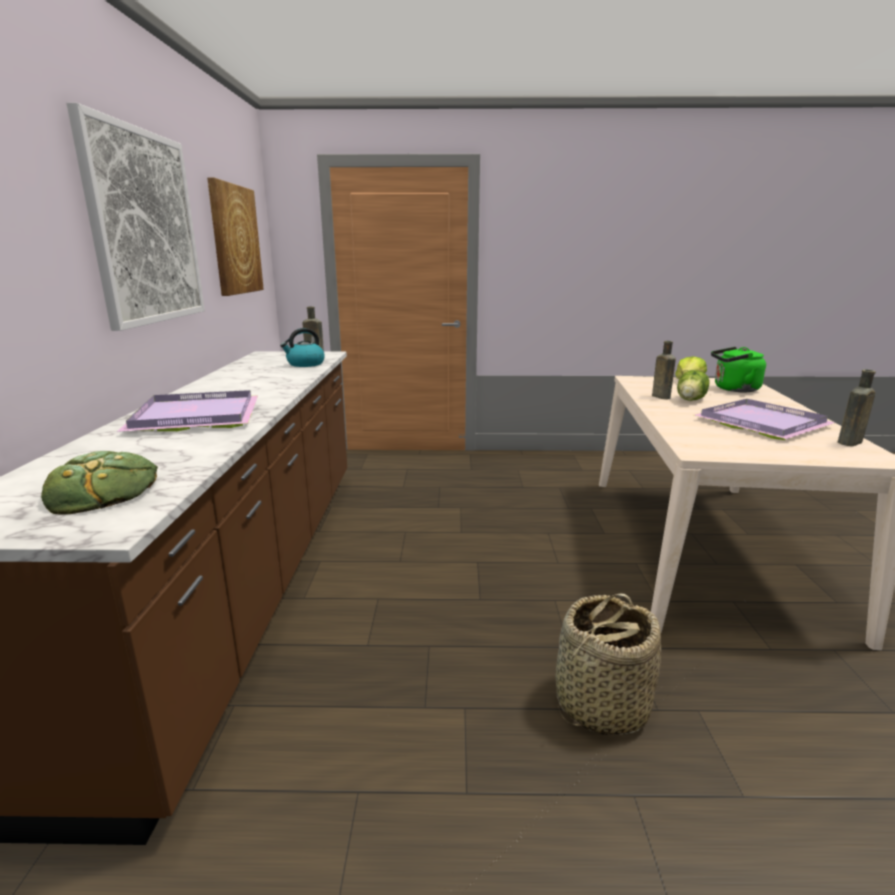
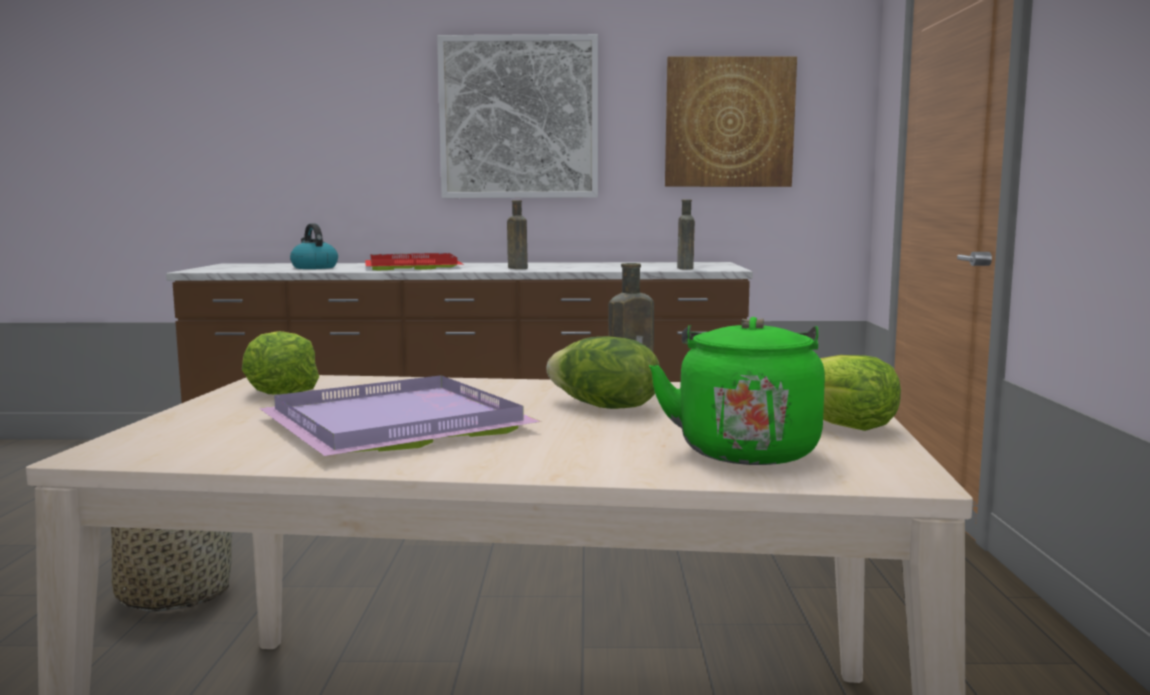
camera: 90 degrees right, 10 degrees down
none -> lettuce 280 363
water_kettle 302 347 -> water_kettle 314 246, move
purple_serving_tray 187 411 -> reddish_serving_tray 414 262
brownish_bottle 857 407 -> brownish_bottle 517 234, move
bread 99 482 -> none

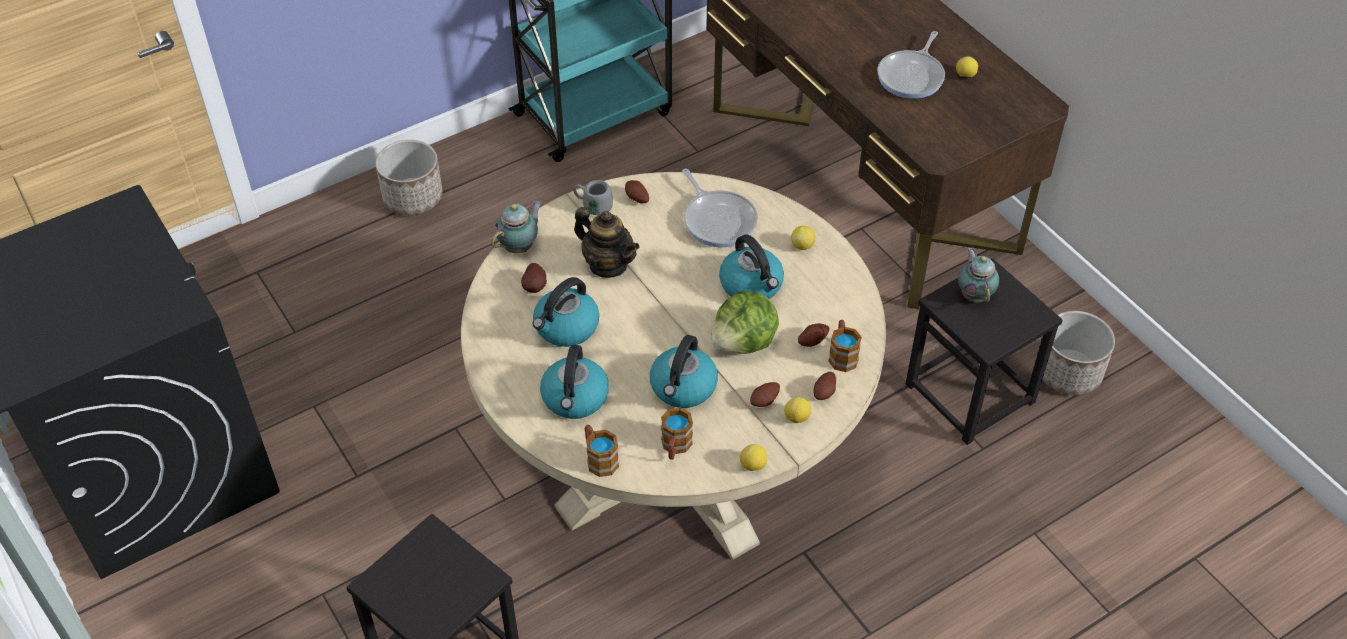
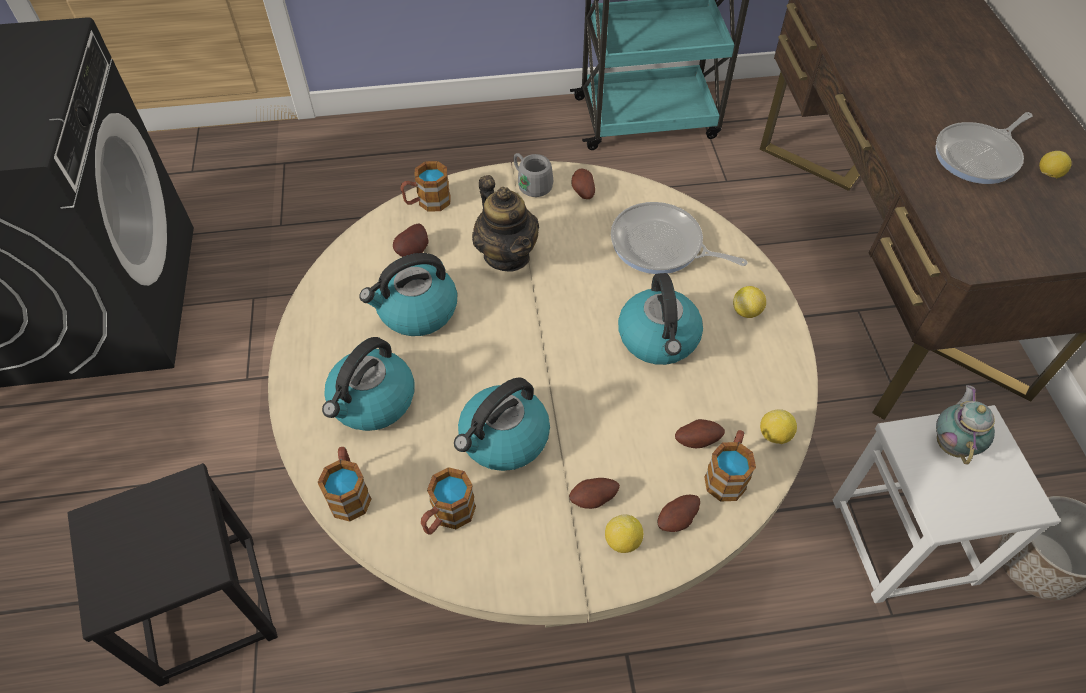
camera: 25 degrees right, 5 degrees up
teapot 517 227 -> mug 425 186
skillet 720 207 -> skillet 679 238, 120 degrees clockwise
citrus_fruit 753 457 -> citrus_fruit 778 426, move
black_sitting_stool 984 351 -> white-coloured_sitting_stool 947 504
flower_pot 409 177 -> none
lettuce 745 322 -> none

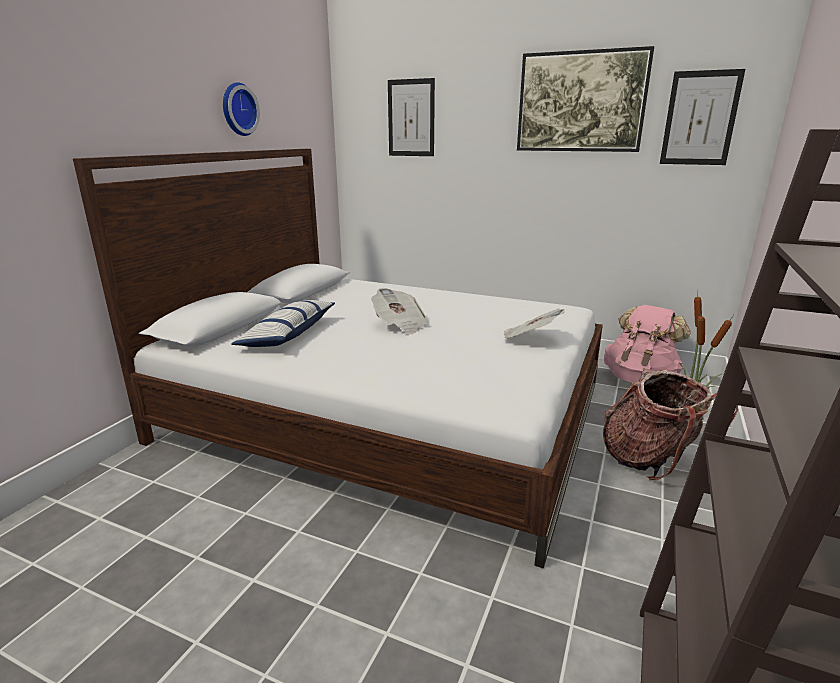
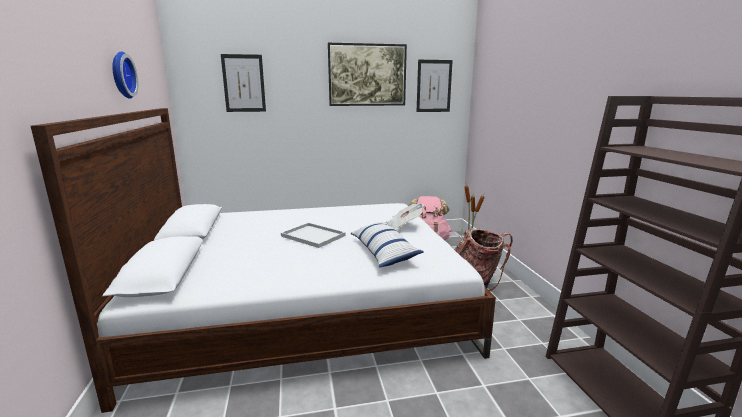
camera: 35 degrees left, 5 degrees down
daily_paper 399 311 -> white-coloured_serving_tray 313 235
throw_pillow 283 323 -> throw_pillow 387 244, move

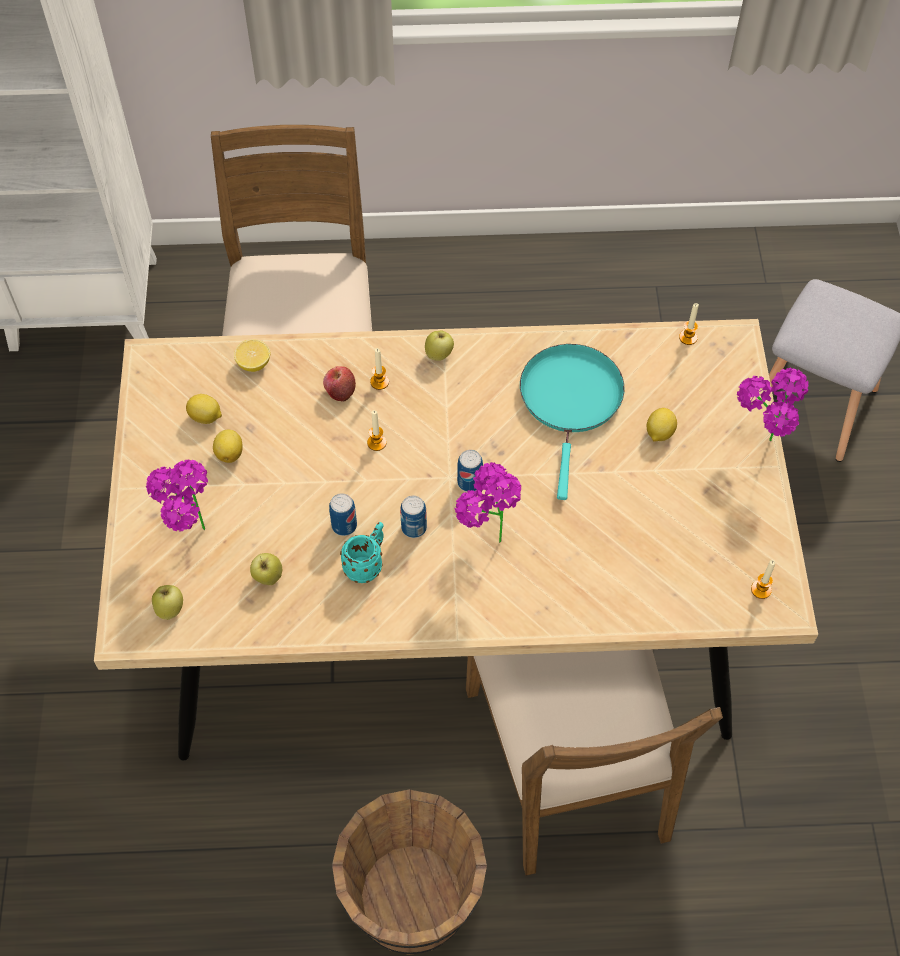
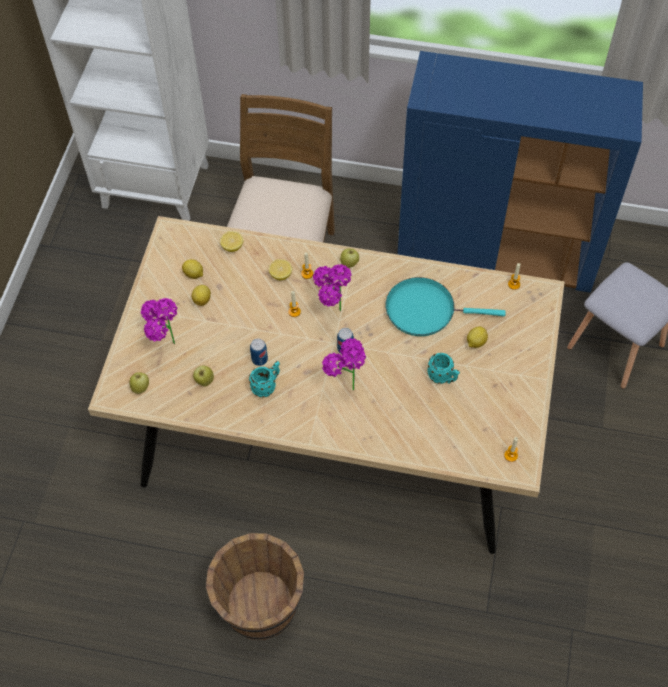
camera: 15 degrees right, 0 degrees up
apple_fruit 339 383 -> citrus_fruit 280 269
potted_plant 773 404 -> potted_plant 332 287, move
turquoise-coloured_skillet 572 422 -> turquoise-coloured_skillet 446 306, 105 degrees counterclockwise
none -> bluish_cabinet 520 172
none -> turquoise-coloured_mug 443 368
can 413 516 -> none
brownish_plain_chair 594 762 -> none

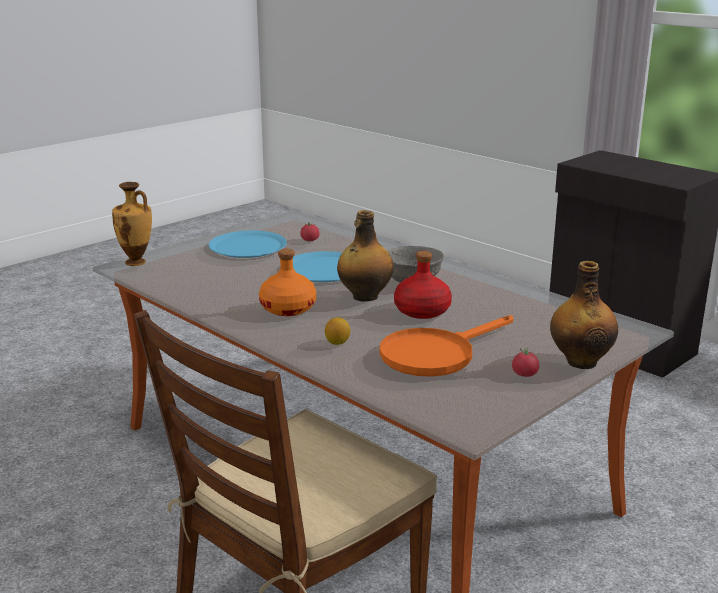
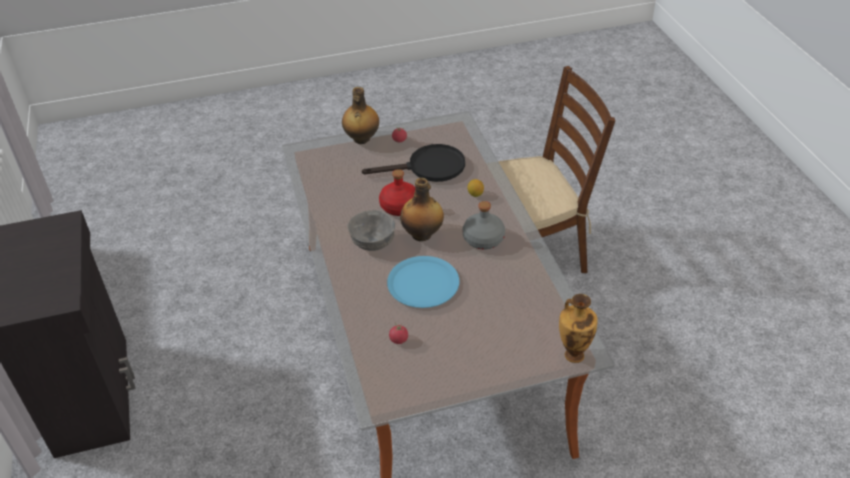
camera: 150 degrees left, 20 degrees up
orange-coloured_skillet 446 346 -> black_skillet 413 163
orange-coloured_bottle 287 282 -> gray_bottle 483 225
bluish_dinner_plate 248 244 -> none

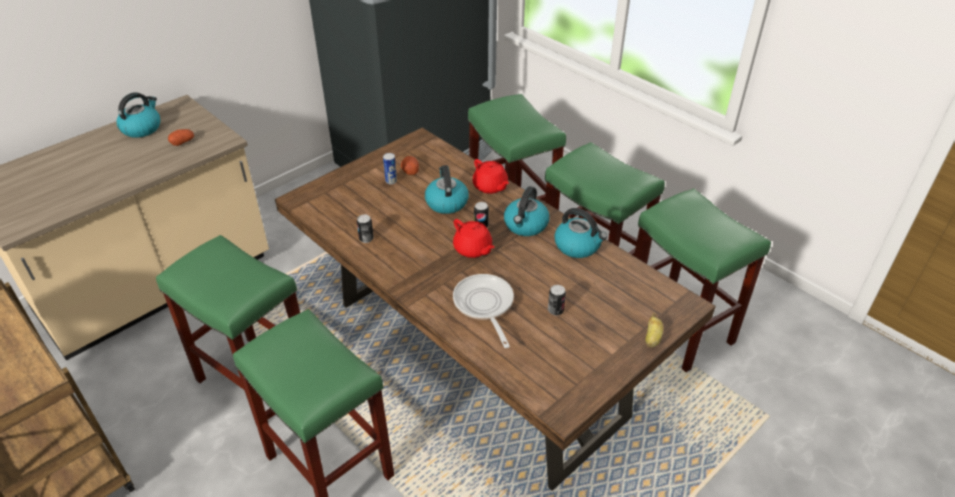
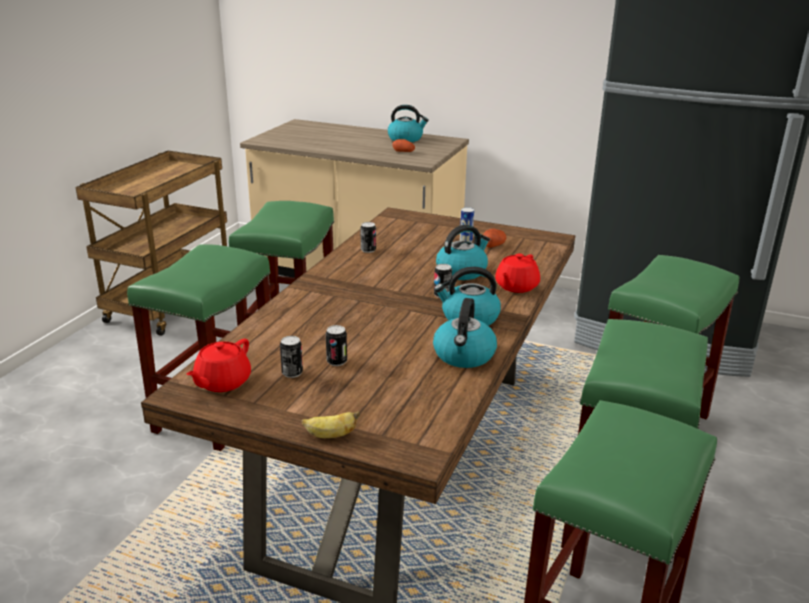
camera: 65 degrees right, 15 degrees down
reddish_teapot 474 238 -> reddish_teapot 218 365, move
none -> can 291 357
skillet 483 311 -> none

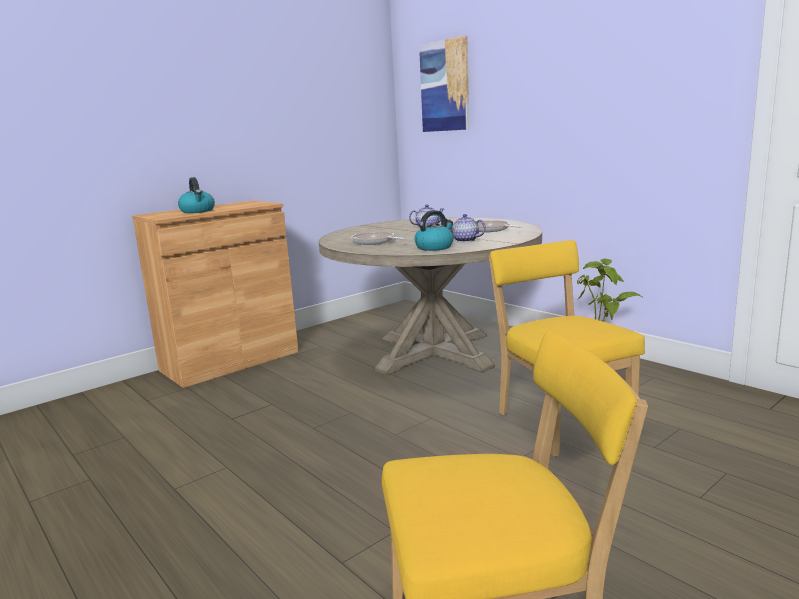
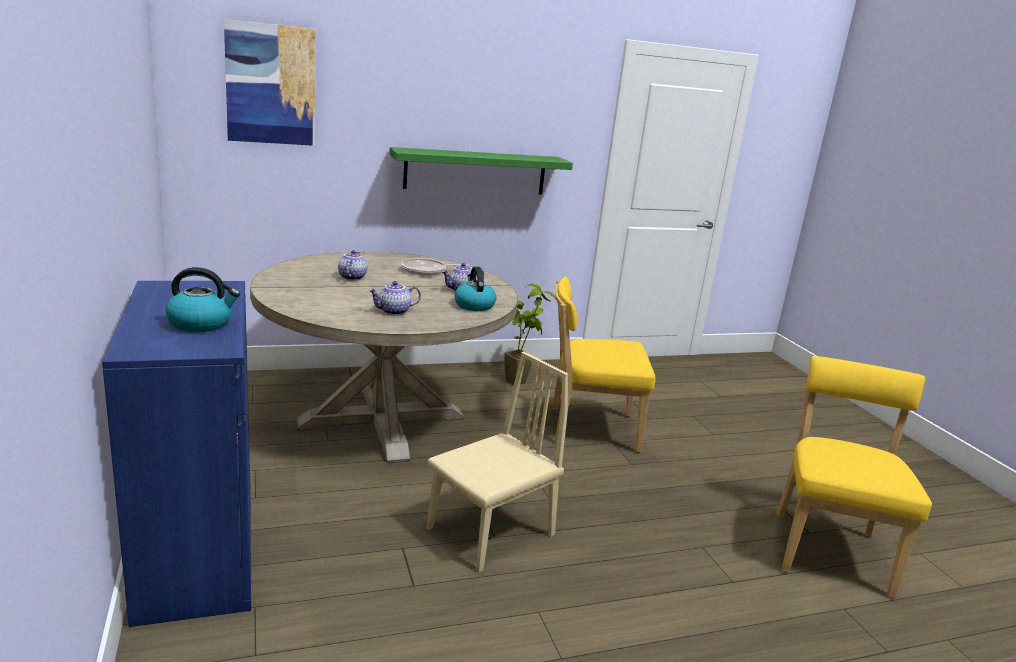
camera: 70 degrees left, 5 degrees up
brownish_cabinet 215 294 -> bluish_cabinet 176 454
skillet 378 238 -> teapot 394 298
none -> green-coloured_wall_shelf 481 171
none -> sand-coloured_plain_chair 497 462

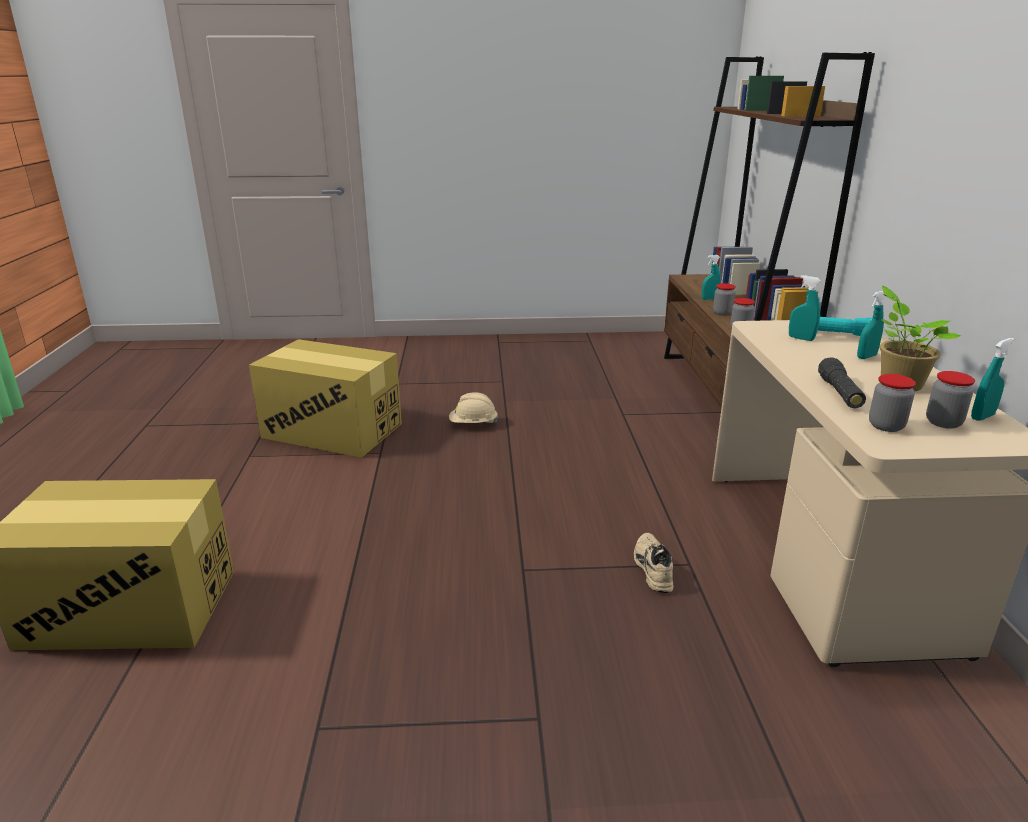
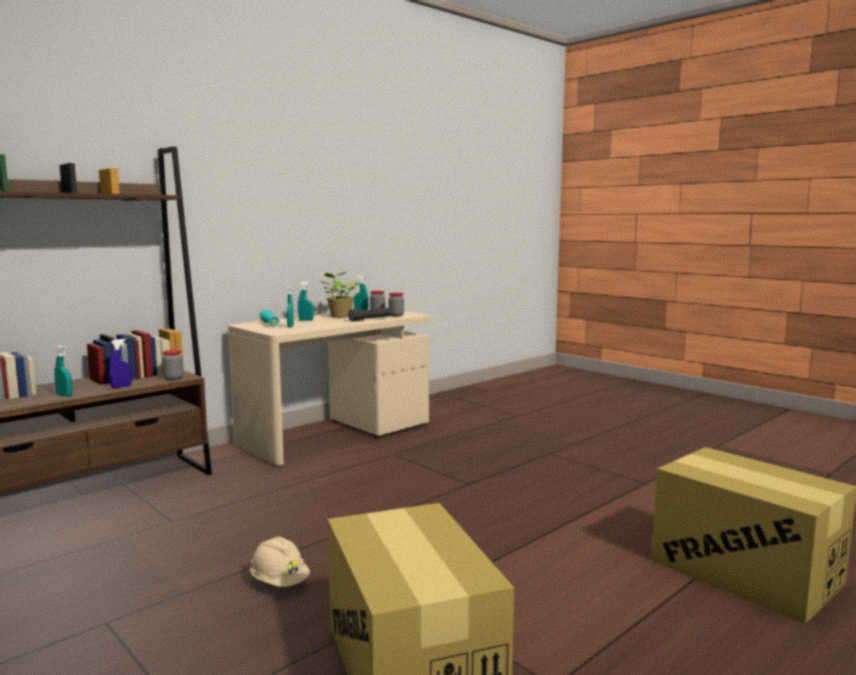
camera: 130 degrees left, 15 degrees down
storage_jar 724 299 -> bluish_spray_bottle 120 364
sand-coloured_shoe 653 563 -> none

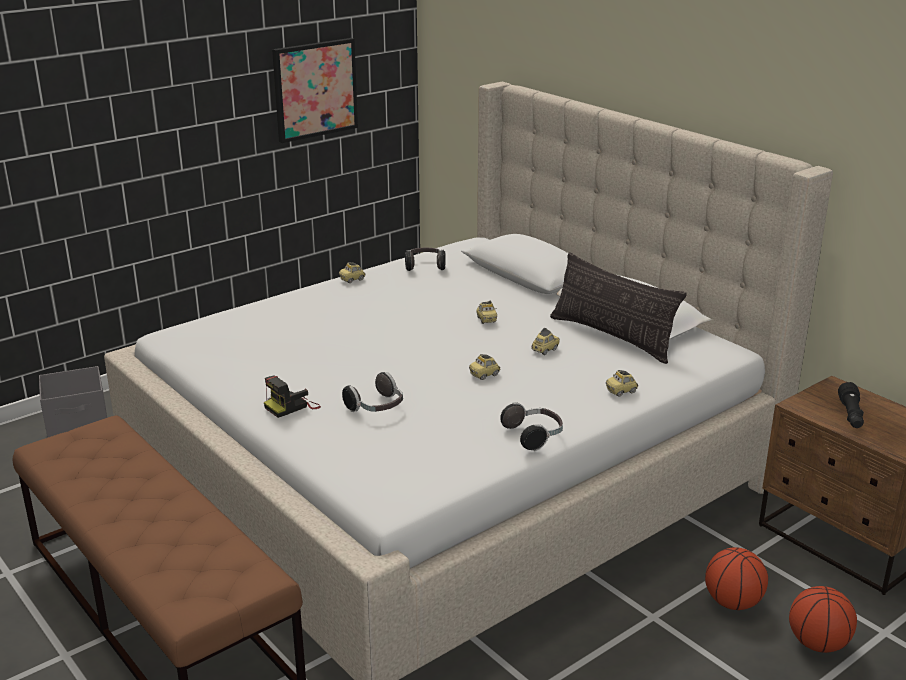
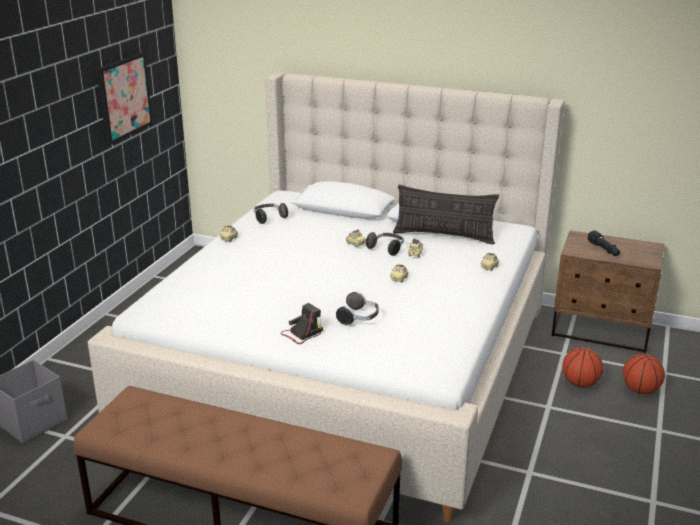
camera: 30 degrees left, 0 degrees up
still_camera 292 396 -> still_camera 301 323, 150 degrees counterclockwise
headphones 531 426 -> headphones 385 244, move

